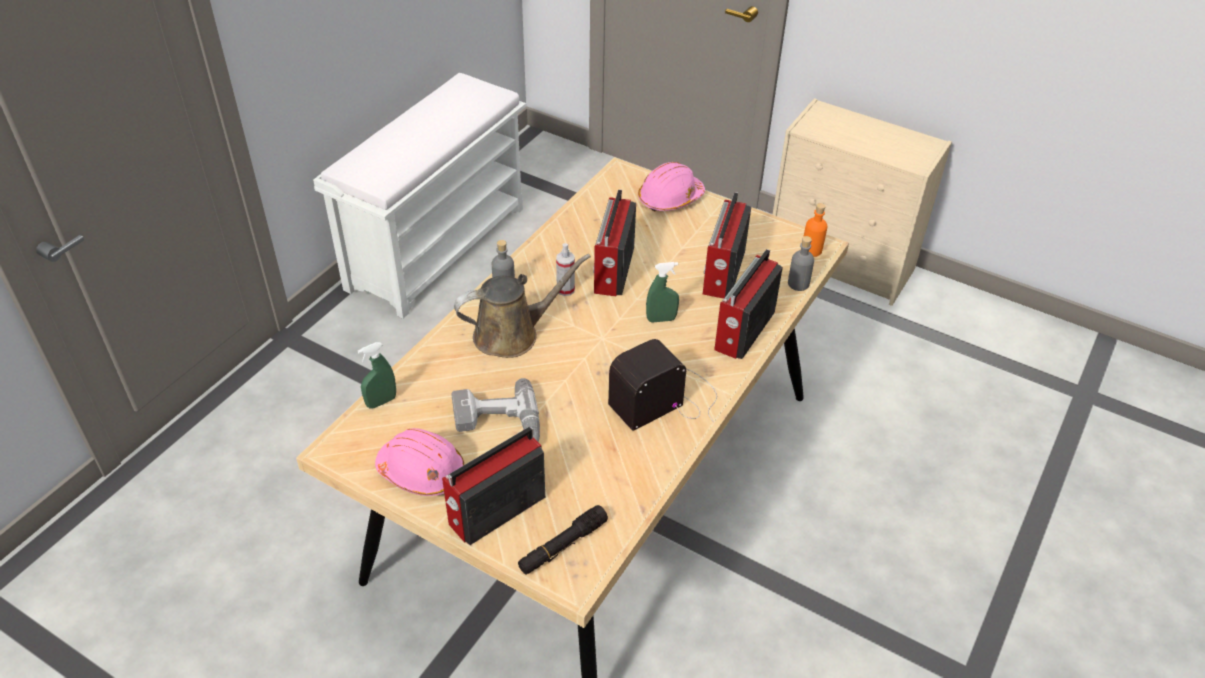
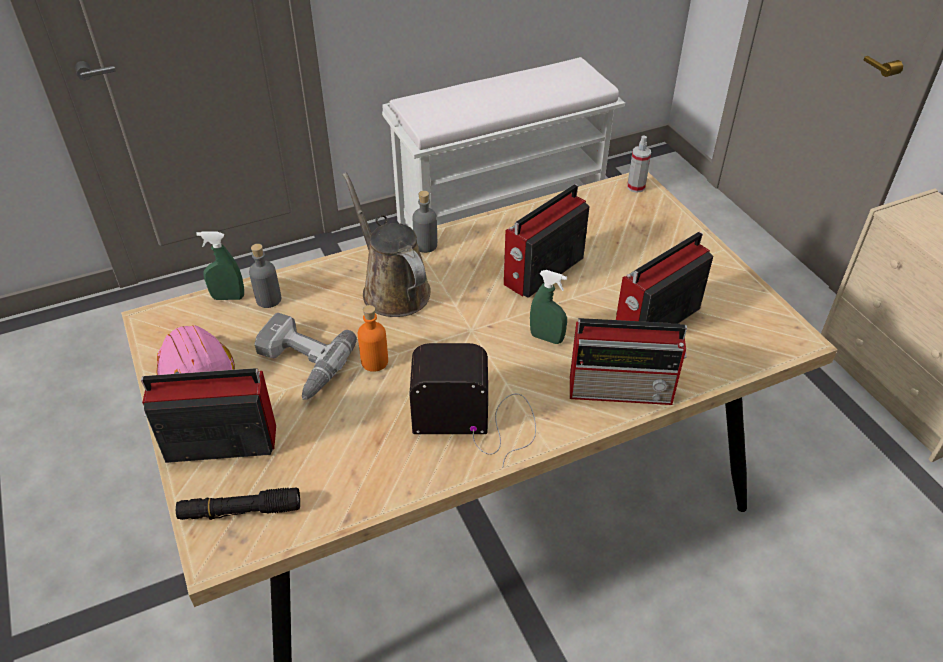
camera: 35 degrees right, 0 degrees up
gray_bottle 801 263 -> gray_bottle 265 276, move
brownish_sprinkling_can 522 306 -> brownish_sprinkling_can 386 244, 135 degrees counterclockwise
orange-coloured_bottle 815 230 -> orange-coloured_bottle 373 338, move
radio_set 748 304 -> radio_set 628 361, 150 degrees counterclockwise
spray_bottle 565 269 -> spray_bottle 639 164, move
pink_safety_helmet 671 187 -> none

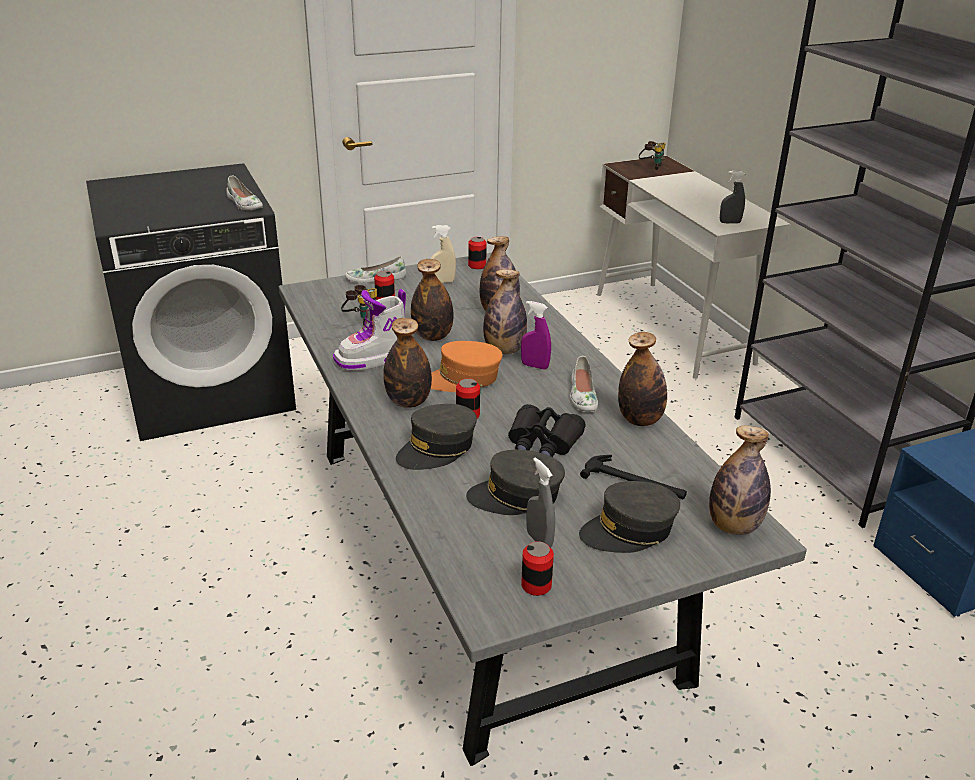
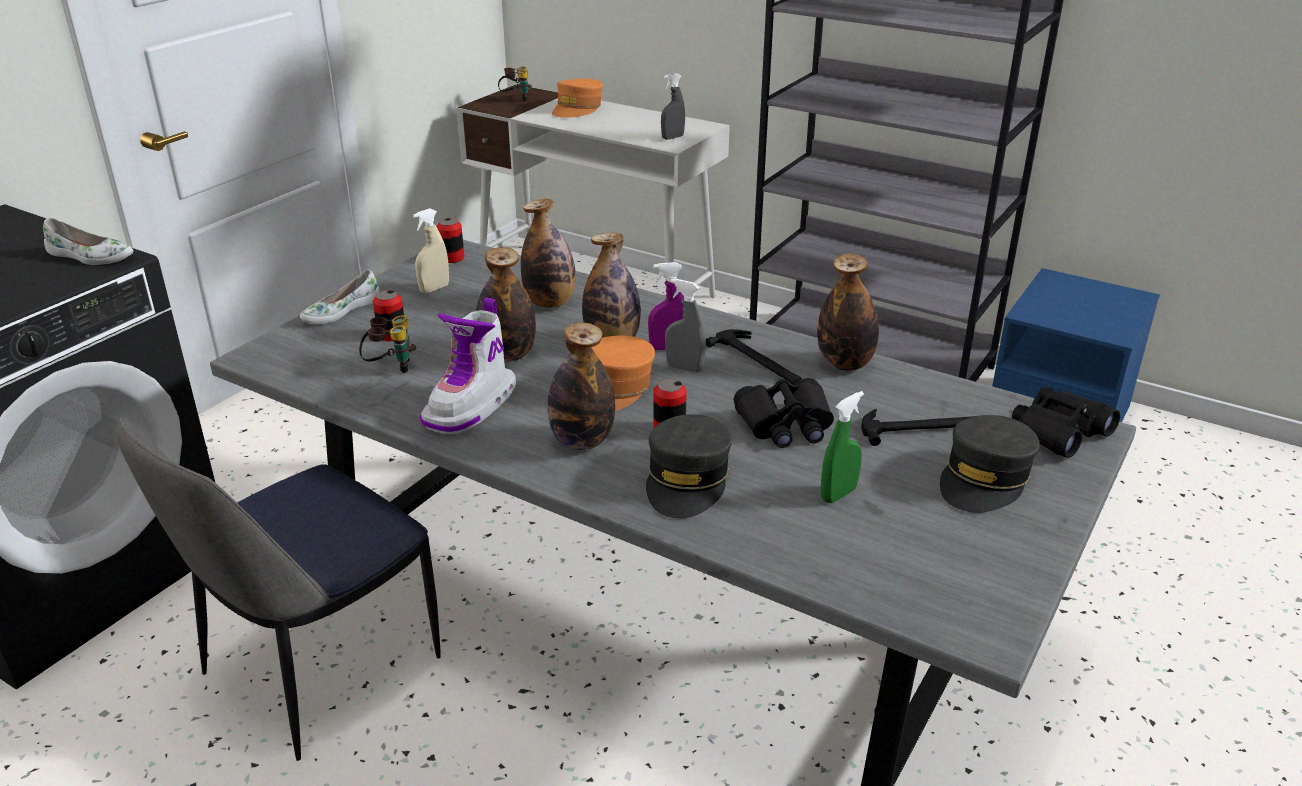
camera: 35 degrees left, 0 degrees up
none -> plain_chair 278 589
none -> orange-coloured_baseball_cap 577 98
gray_spray_bottle 540 502 -> gray_spray_bottle 685 325, move
white-coloured_shoe 584 383 -> hand_hammer 754 357
gray_baseball_cap 515 482 -> green-coloured_spray_bottle 842 447
bottle 740 480 -> black_binoculars 1066 422
can 537 568 -> none

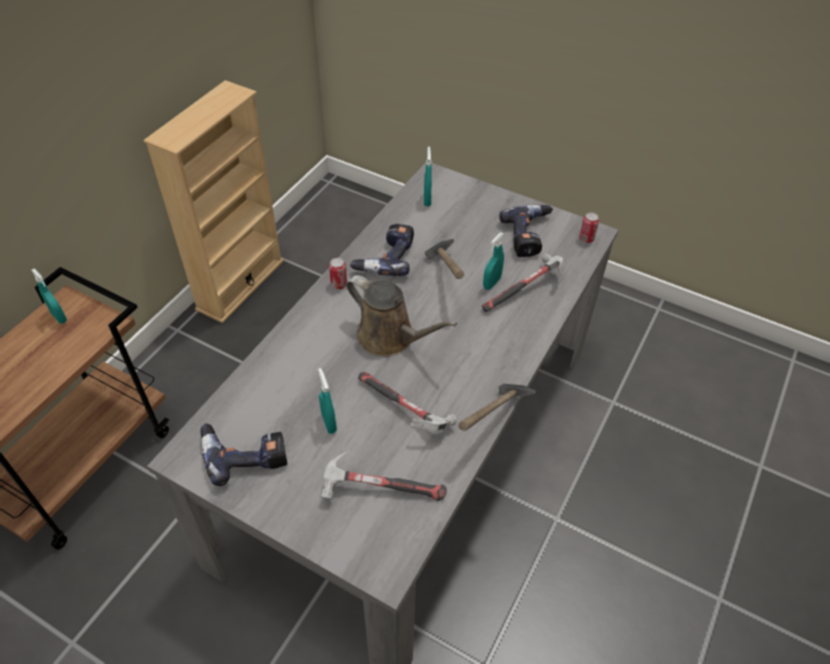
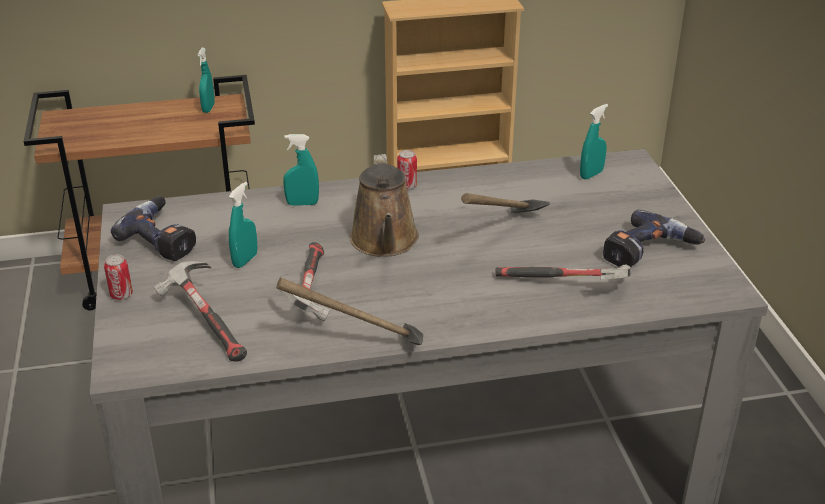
camera: 50 degrees right, 15 degrees down
can 589 227 -> can 118 277, move
turquoise-coloured_spray_bottle 493 261 -> turquoise-coloured_spray_bottle 301 170, move
drill 382 250 -> none

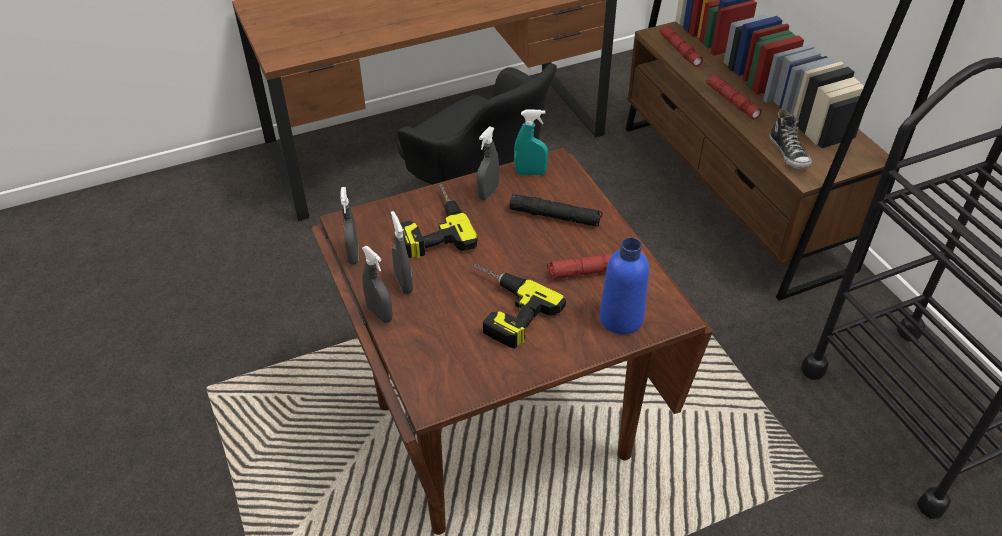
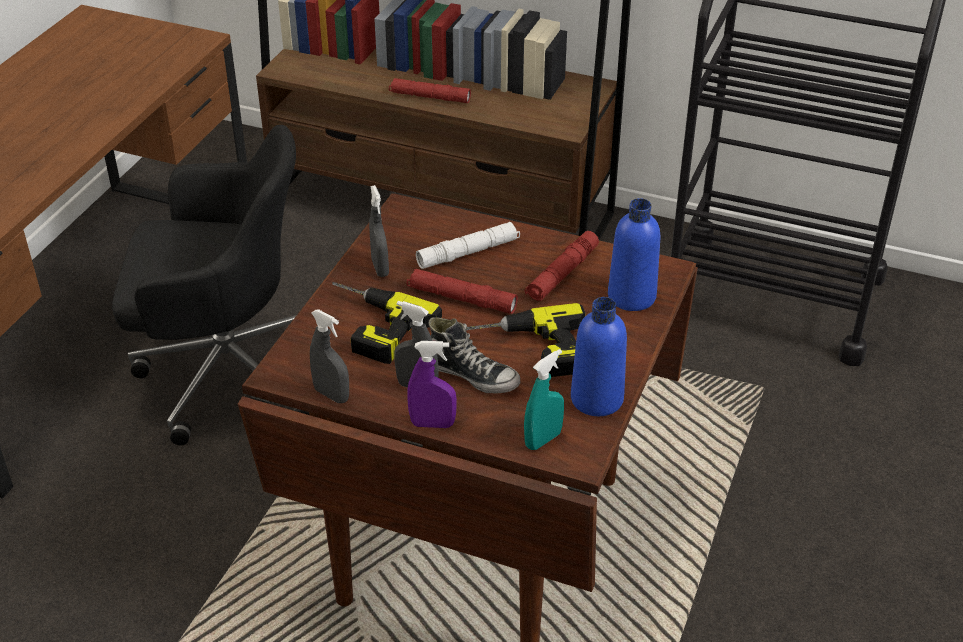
camera: 45 degrees left, 5 degrees down
reddish_torch 681 46 -> reddish_torch 462 291, move
gray_spray_bottle 377 284 -> purple_spray_bottle 432 384
black_torch 556 210 -> white-coloured_torch 468 245
shoe 790 139 -> shoe 474 355, move
turquoise-coloured_spray_bottle 531 142 -> turquoise-coloured_spray_bottle 544 399, move
none -> bluish_bottle 599 356

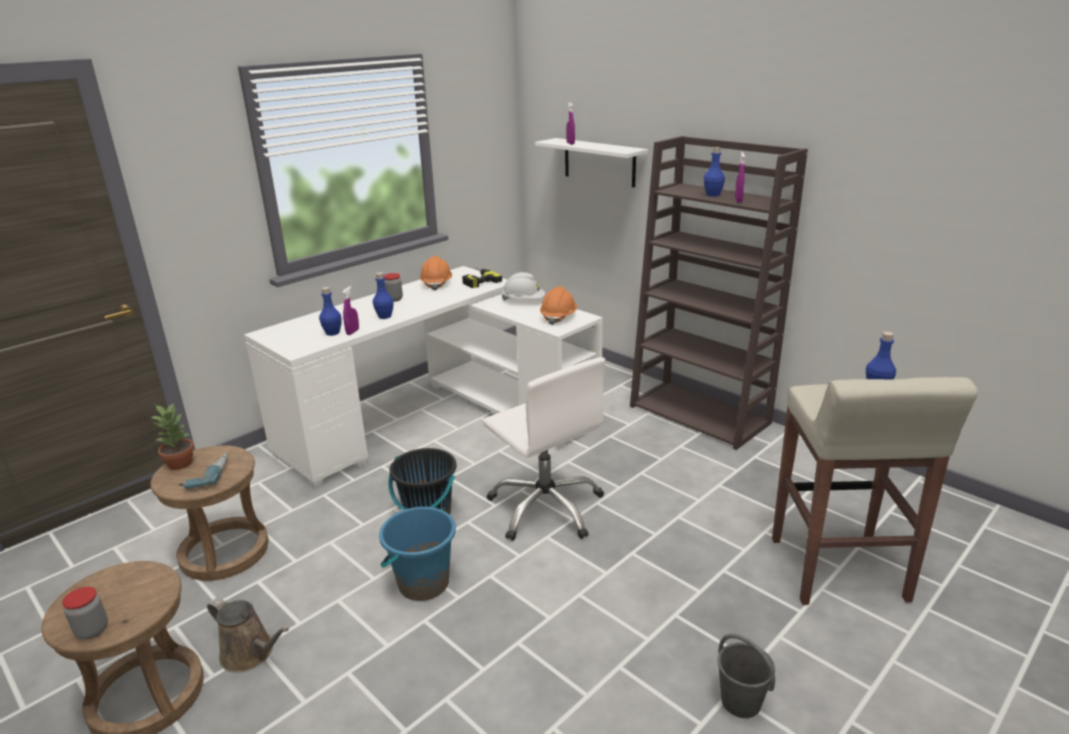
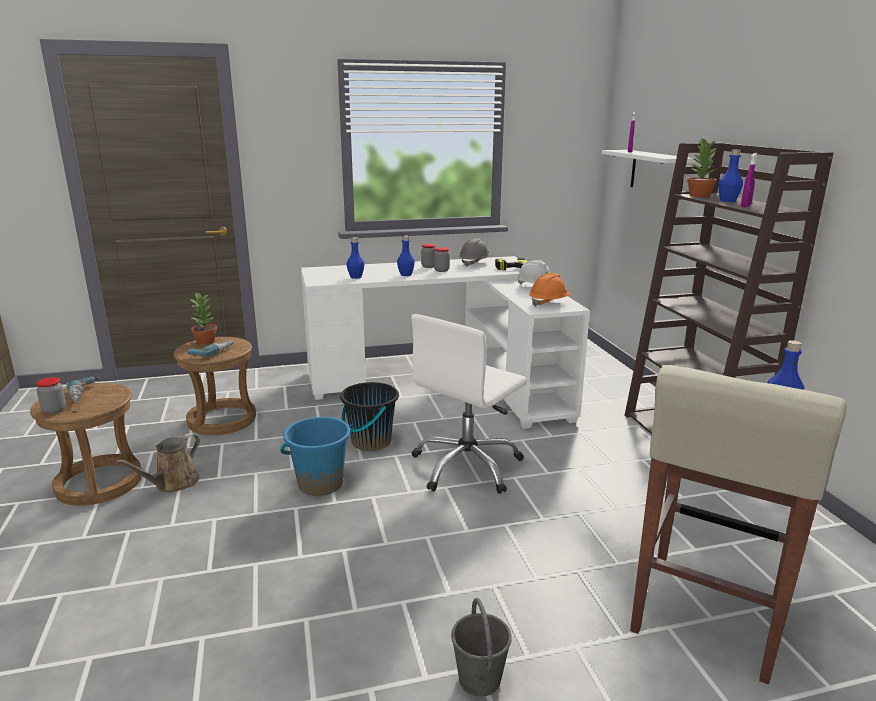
camera: 30 degrees right, 5 degrees down
none -> drill 83 389
brownish_sprinkling_can 248 635 -> brownish_sprinkling_can 157 462, 60 degrees clockwise
white-coloured_computer_chair 544 449 -> white-coloured_computer_chair 469 404, 45 degrees clockwise
none -> storage_jar 442 259
orange-coloured_safety_helmet 436 273 -> gray_safety_helmet 475 252
none -> potted_plant 702 168
purple_spray_bottle 350 310 -> none

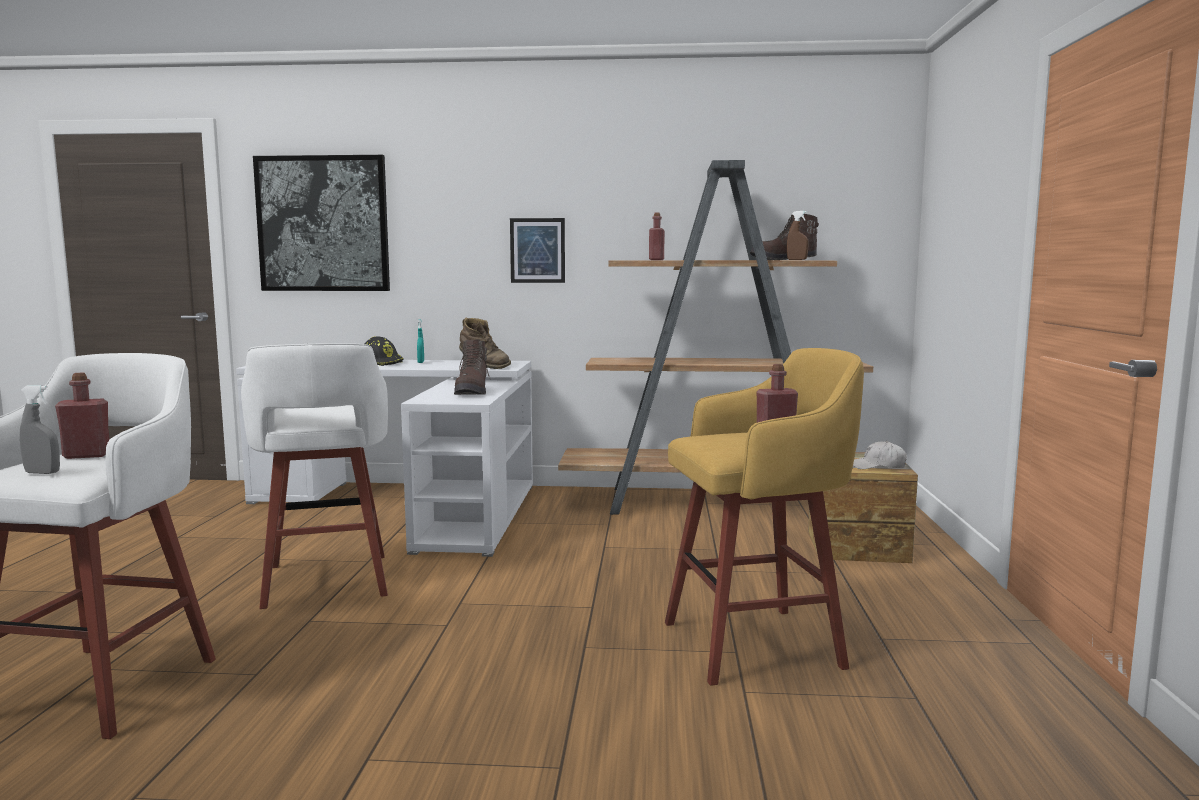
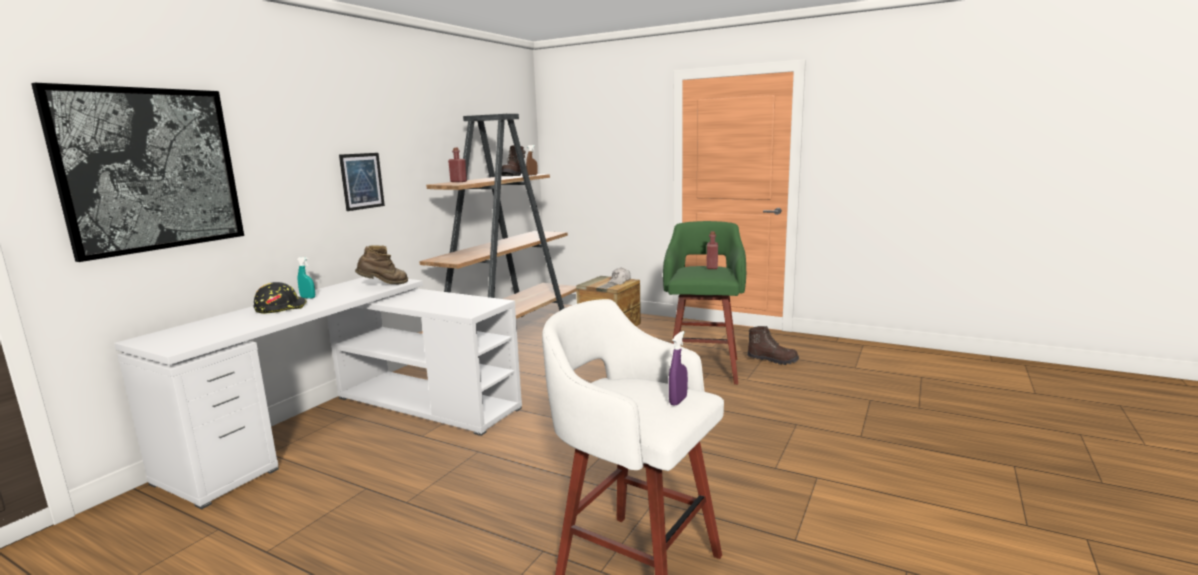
camera: 65 degrees left, 5 degrees up
yellow_sitting_stool 764 517 -> green-coloured_sitting_stool 704 302
gray_spray_bottle 40 429 -> purple_spray_bottle 678 368
brownish_tall_boot 472 367 -> brownish_tall_boot 773 345, move
reddish_bottle 82 416 -> none
white-coloured_sitting_stool 314 476 -> none

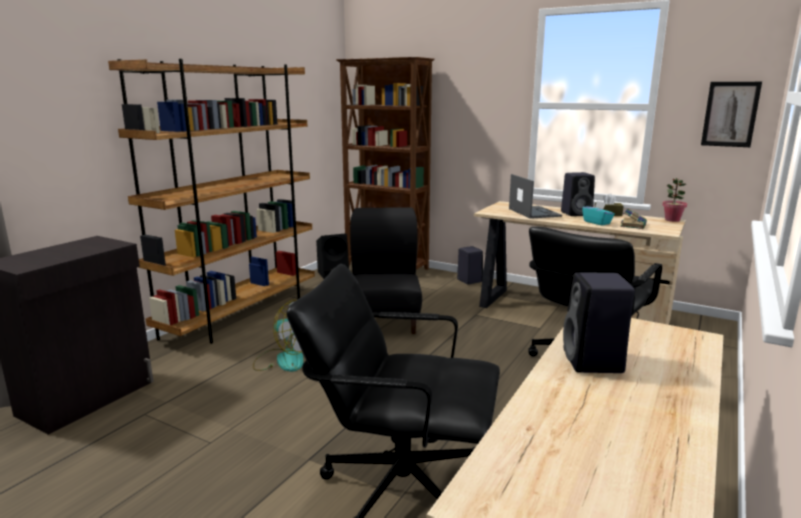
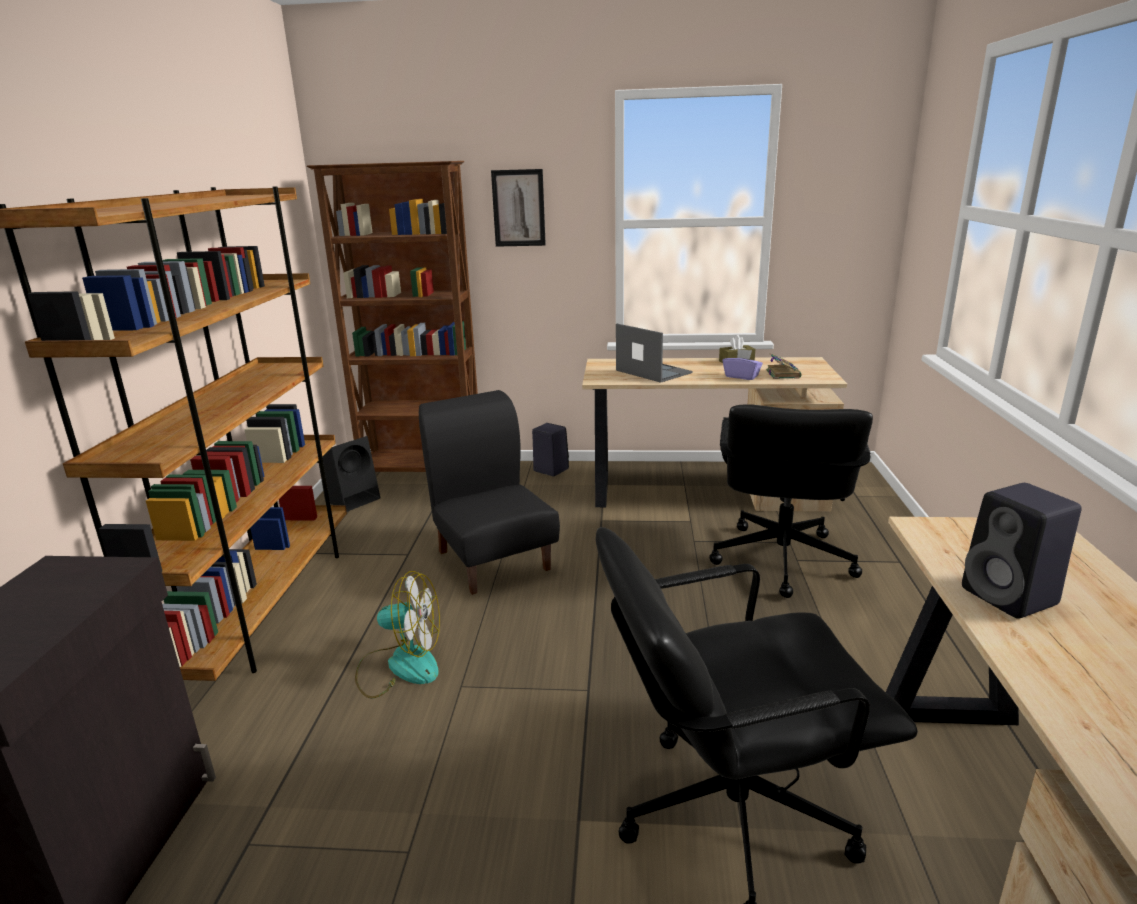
camera: 25 degrees left, 5 degrees up
picture 731 114 -> picture 518 208, move
turquoise-coloured_box_of_tissues 598 213 -> purple_box_of_tissues 743 364
black_speaker 578 194 -> none
potted_plant 674 200 -> none

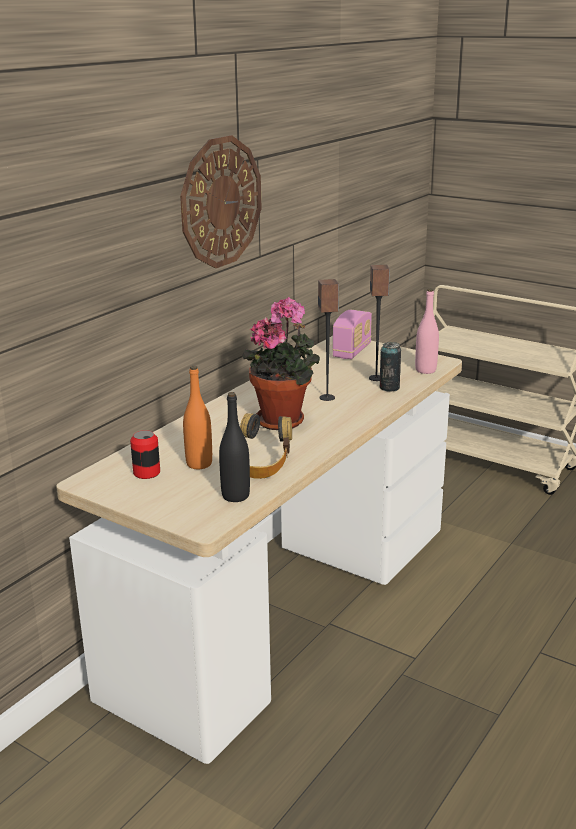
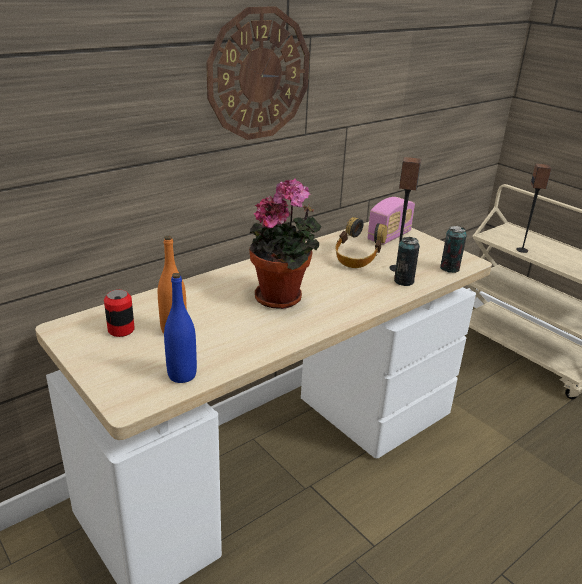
camera: 15 degrees right, 5 degrees up
black_bottle 234 447 -> bluish_bottle 180 328
headphones 266 446 -> headphones 361 242, move
pink_bottle 427 331 -> can 453 249
speaker 328 340 -> speaker 534 208, move

